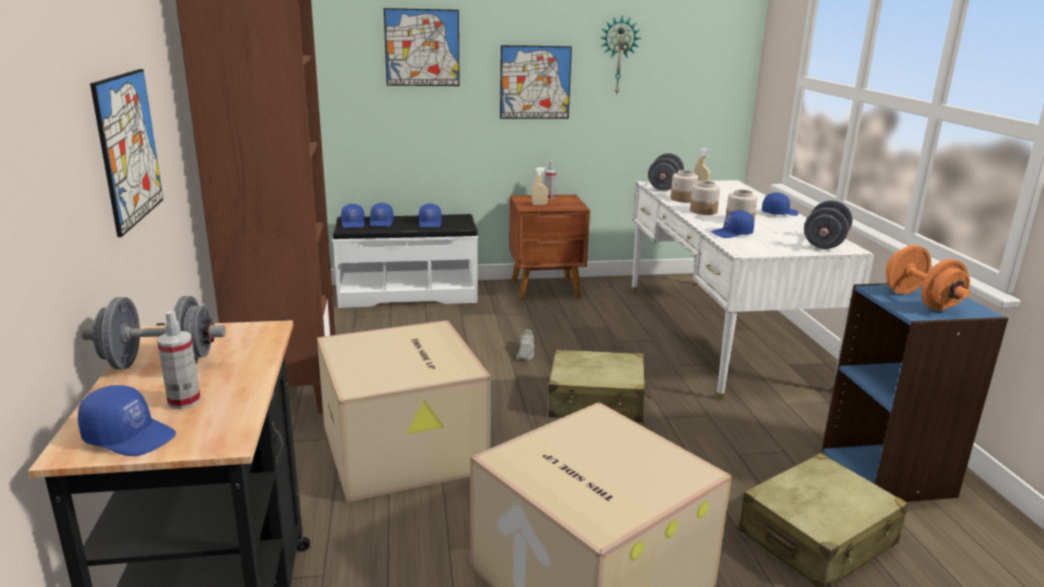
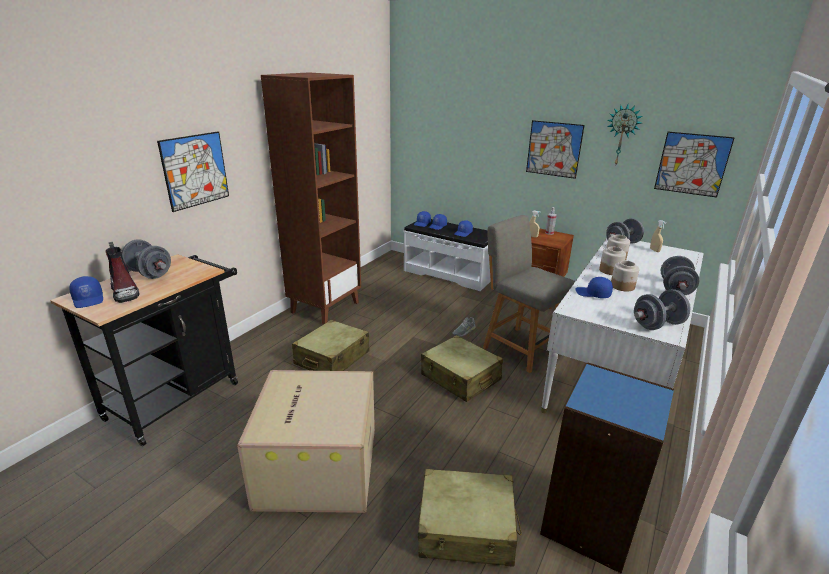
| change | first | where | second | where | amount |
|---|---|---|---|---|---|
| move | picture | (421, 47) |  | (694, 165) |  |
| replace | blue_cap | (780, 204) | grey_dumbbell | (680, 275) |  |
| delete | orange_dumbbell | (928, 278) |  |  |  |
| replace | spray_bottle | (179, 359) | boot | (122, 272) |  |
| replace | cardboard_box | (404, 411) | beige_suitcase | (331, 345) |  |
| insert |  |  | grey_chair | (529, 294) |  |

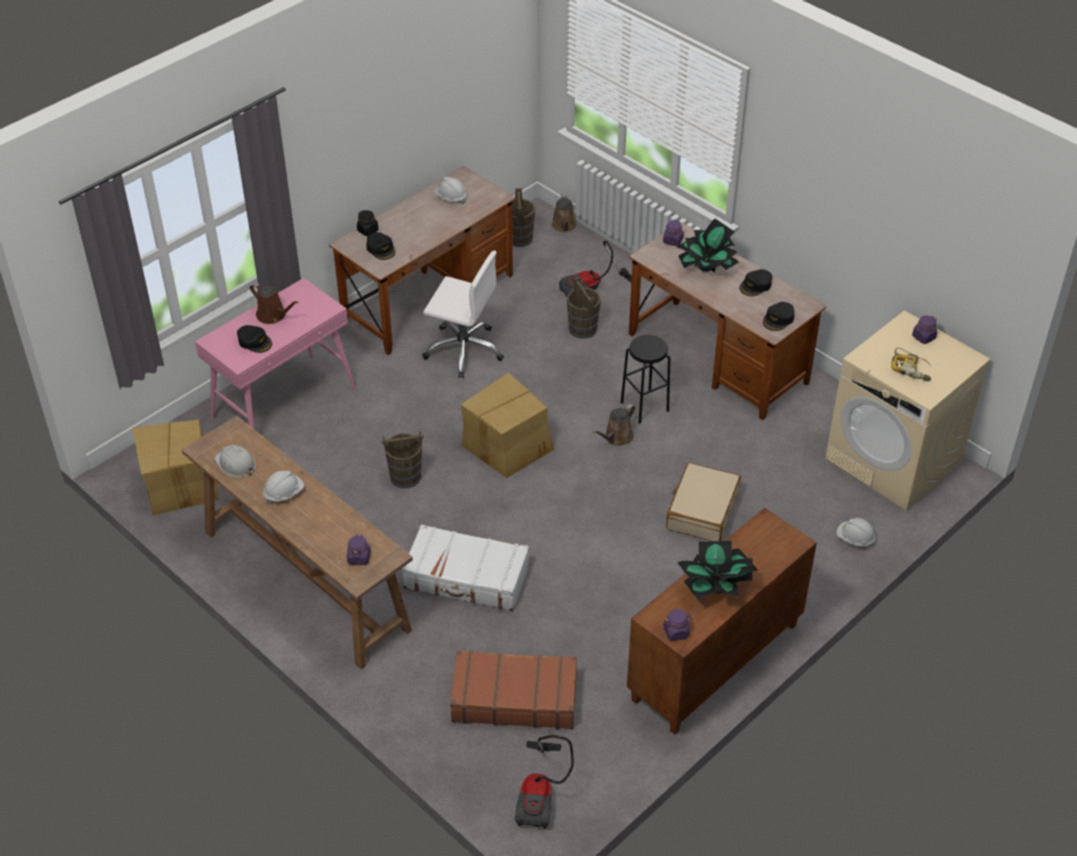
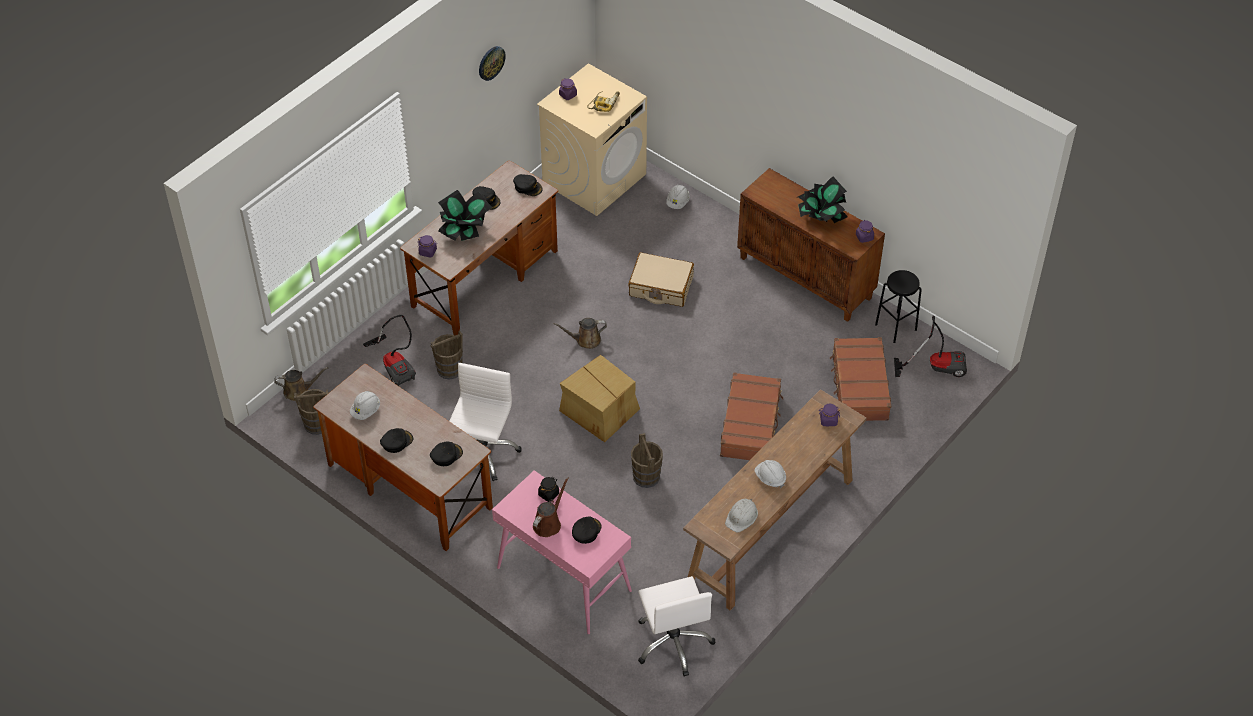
| change | first | where | second | where | amount |
|---|---|---|---|---|---|
| move | black_jar | (367, 223) |  | (548, 489) |  |
| move | black_stool | (646, 379) |  | (898, 306) |  |
| rotate | brown_watering_can | (614, 425) |  | (580, 333) | 135 degrees clockwise |
| replace | cardboard_box | (175, 467) | white_office_chair | (676, 626) |  |
| recolor | white_suitcase | (465, 567) | brown_suitcase | (751, 416) |  |
| insert |  |  | wall_clock | (492, 63) |  |
| insert |  |  | black_cap | (396, 440) |  |

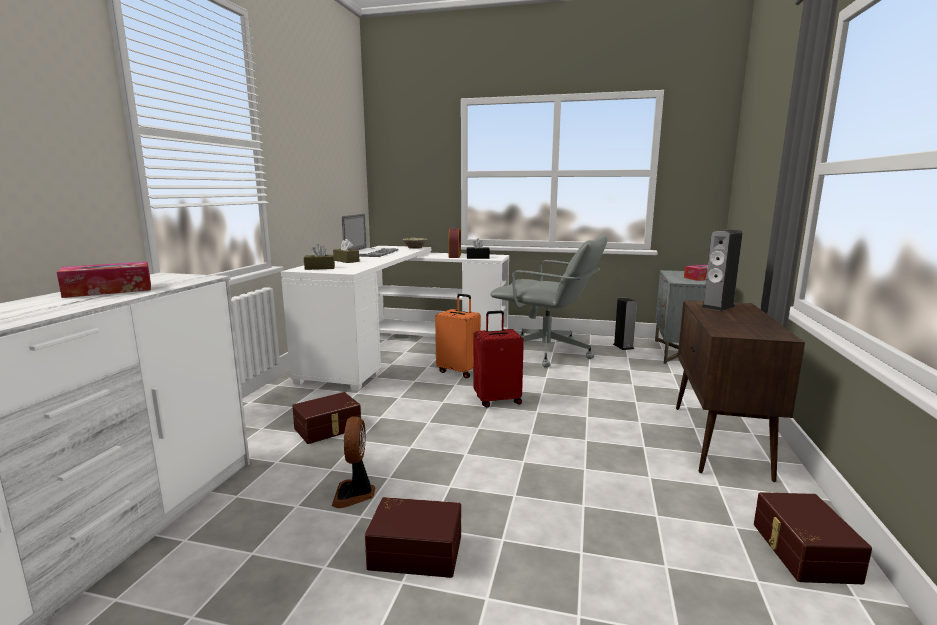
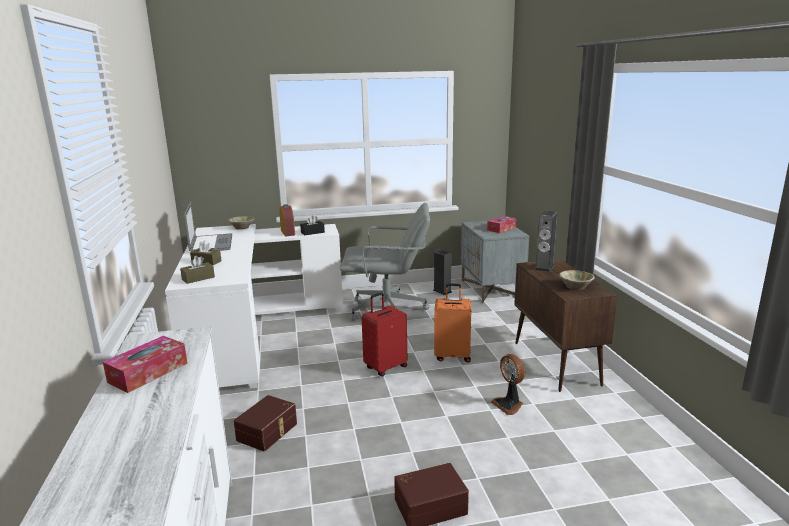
| change | first | where | second | where | amount |
|---|---|---|---|---|---|
| move | orange_suitcase | (458, 336) |  | (452, 322) |  |
| move | fan | (353, 462) |  | (508, 384) |  |
| delete | brown_storage_box | (813, 538) |  |  |  |
| insert |  |  | beige_bowl | (577, 280) |  |

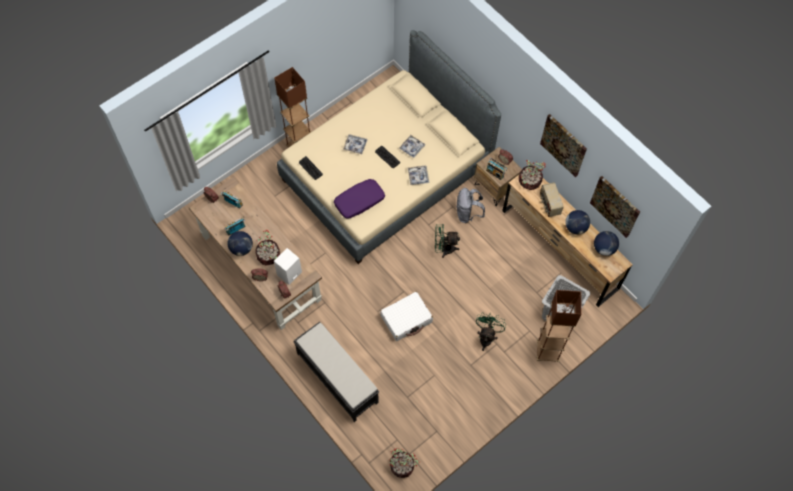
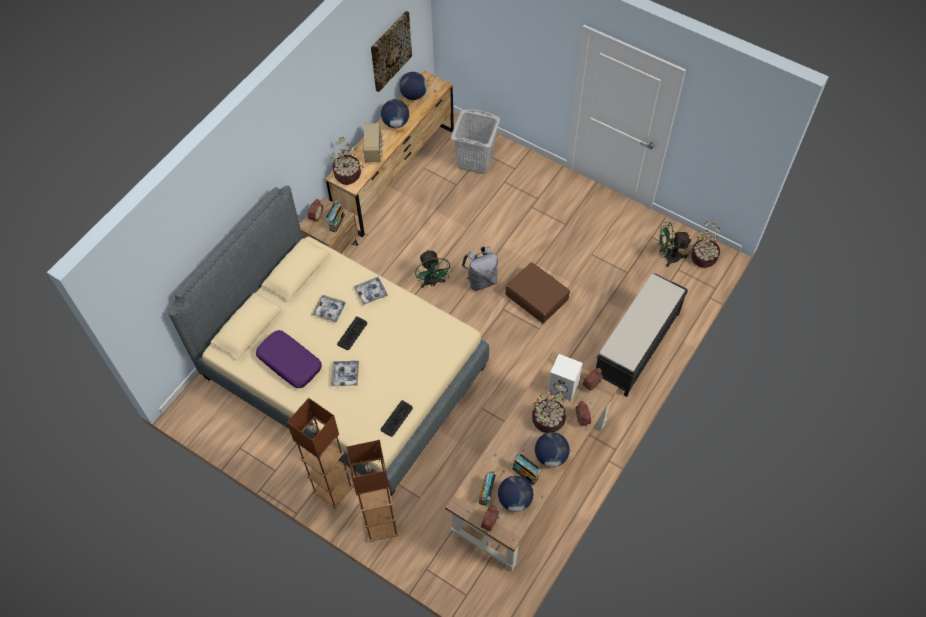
| change | first | where | second | where | amount |
|---|---|---|---|---|---|
| delete | picture | (563, 145) |  |  |  |
| move | purple_pillow | (359, 198) |  | (289, 359) |  |
| rotate | radio | (551, 199) |  | (373, 142) | 60 degrees counterclockwise |
| move | grey_backpack | (470, 205) |  | (479, 268) |  |
| move | brown_floor_lamp | (559, 326) |  | (372, 491) |  |
| recolor | white_suitcase | (406, 316) | brown_suitcase | (538, 292) |  |
| move | green_fan | (491, 331) |  | (674, 244) |  |
| insert |  |  | globe | (515, 494) |  |

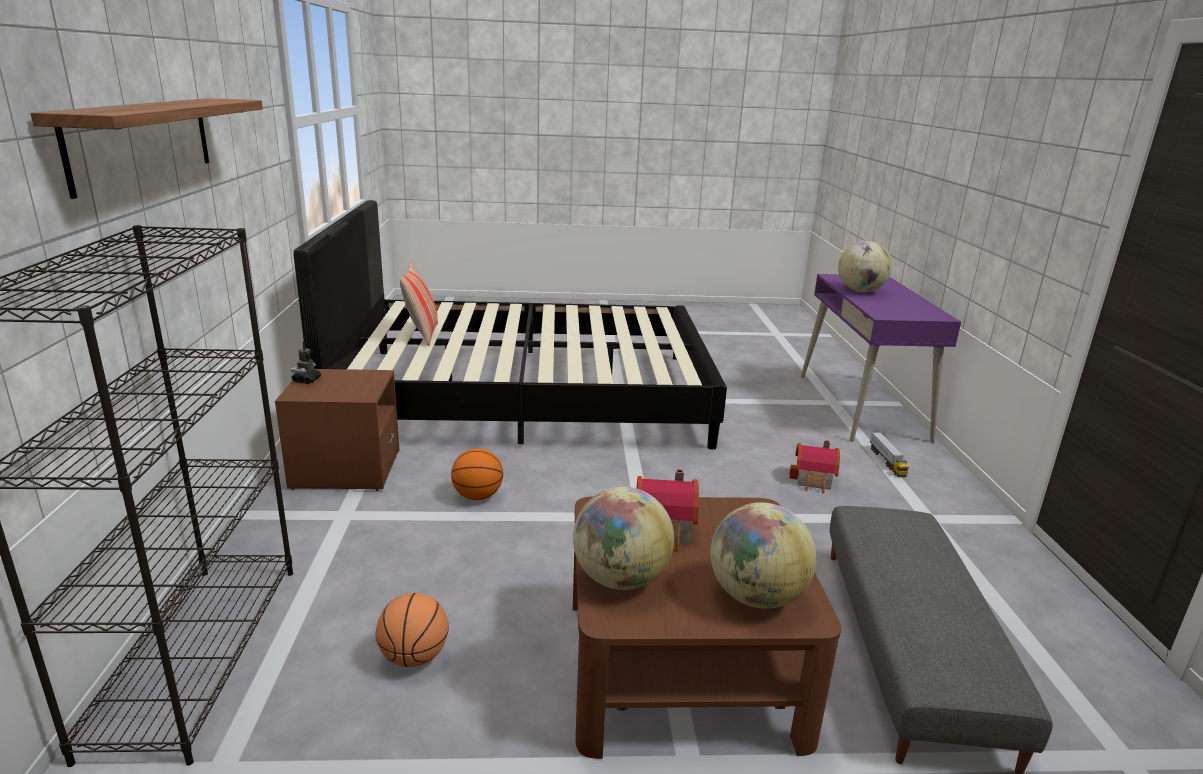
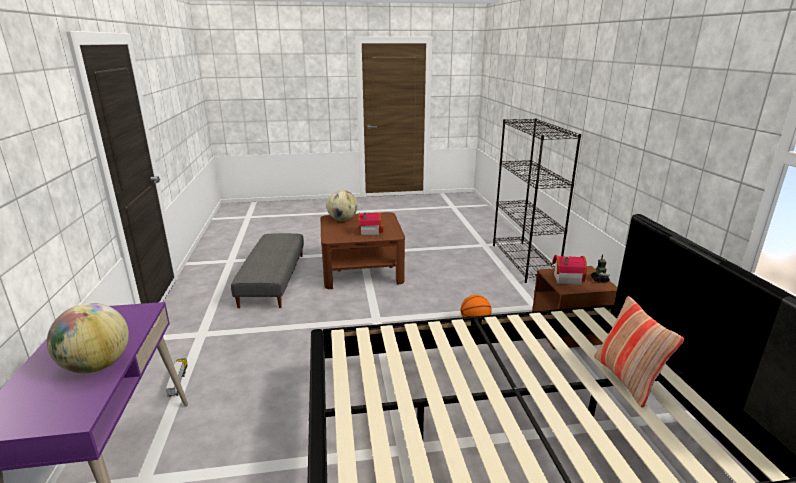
| change | first | where | second | where | amount |
|---|---|---|---|---|---|
| delete | shelf | (147, 148) |  |  |  |
| move | toy_house | (814, 467) |  | (569, 270) |  |
| delete | globe | (623, 538) |  |  |  |
| delete | basketball | (412, 630) |  |  |  |

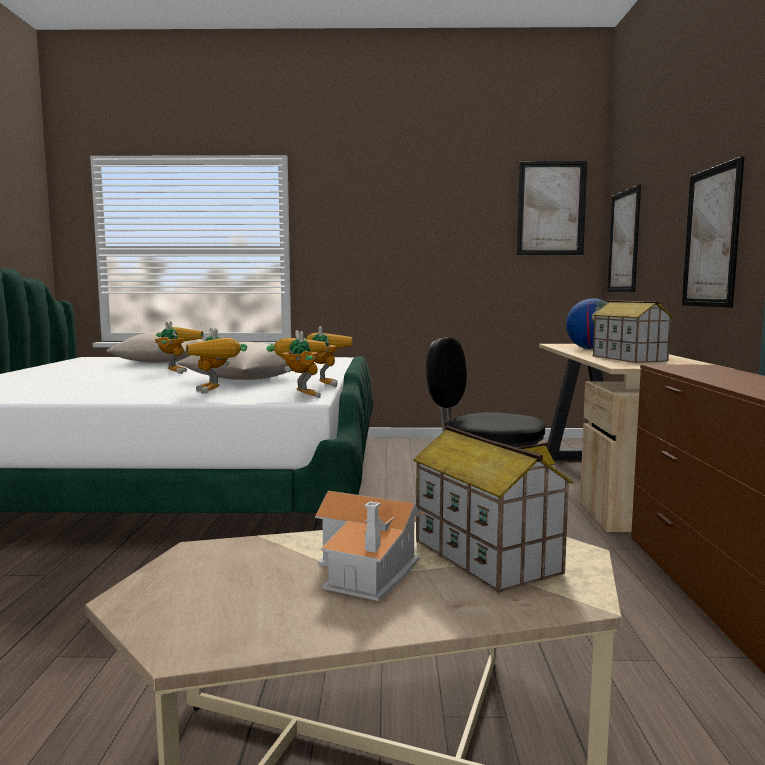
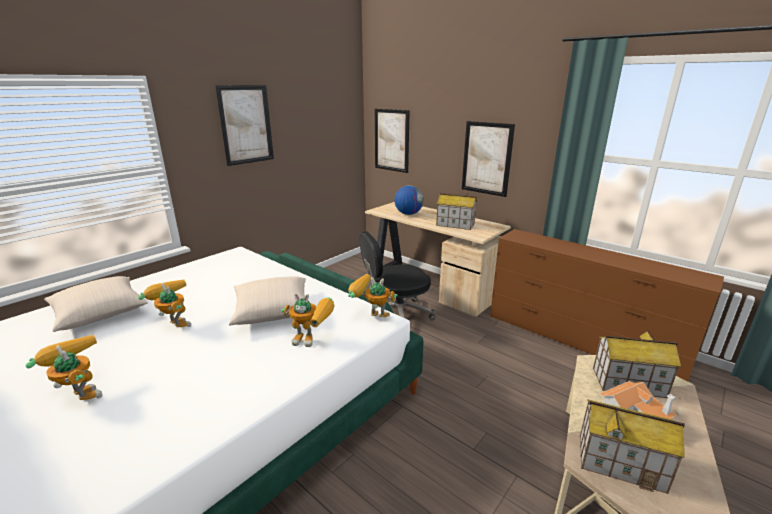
| change | first | where | second | where | amount |
|---|---|---|---|---|---|
| move | picture | (552, 208) |  | (244, 125) |  |
| move | toy_robot | (328, 356) |  | (64, 367) |  |
| insert |  |  | toy_house | (632, 446) |  |

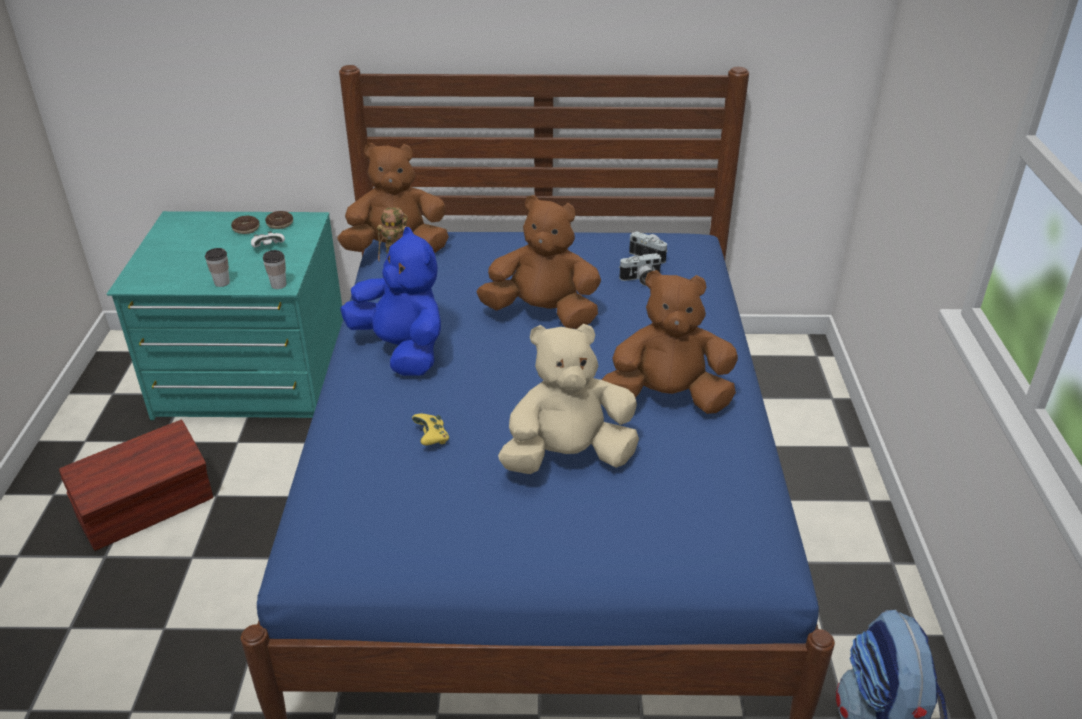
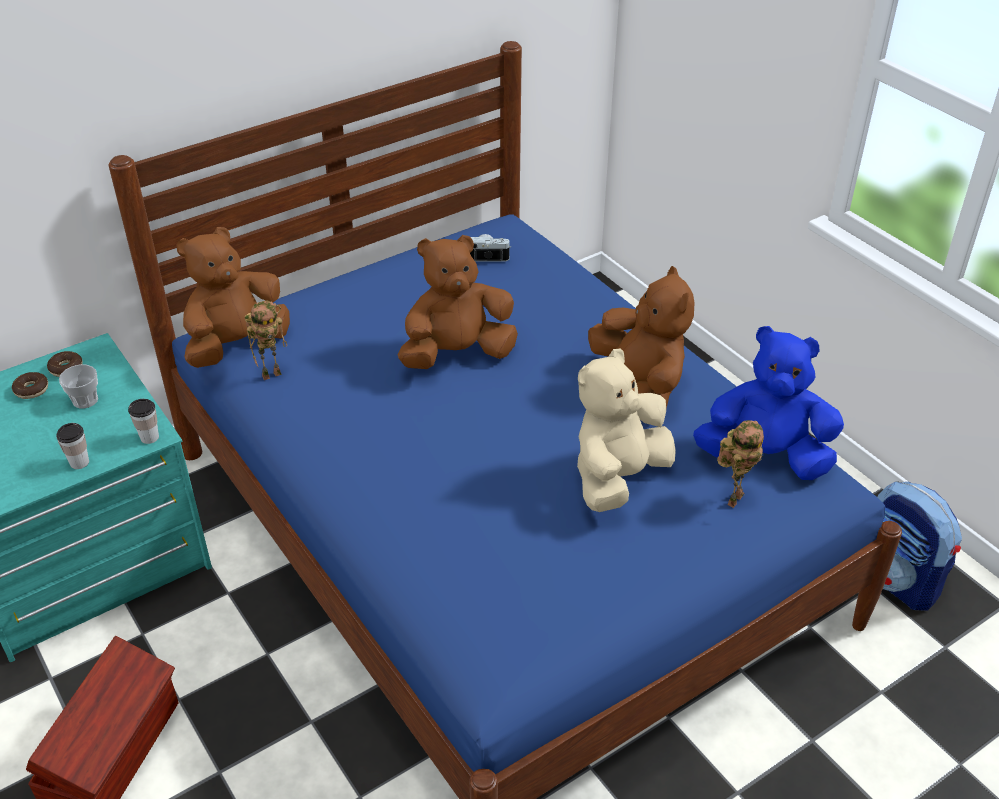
| change | first | where | second | where | amount |
|---|---|---|---|---|---|
| move | blue_plush_toy | (390, 301) |  | (768, 403) |  |
| replace | white_game_controller | (268, 239) | cup | (78, 386) |  |
| delete | photo_camera | (640, 269) |  |  |  |
| rotate | brown_plush_toy | (669, 342) |  | (641, 337) | 105 degrees clockwise |
| delete | yellow_game_controller | (430, 429) |  |  |  |
| insert |  |  | toy_robot | (740, 464) |  |

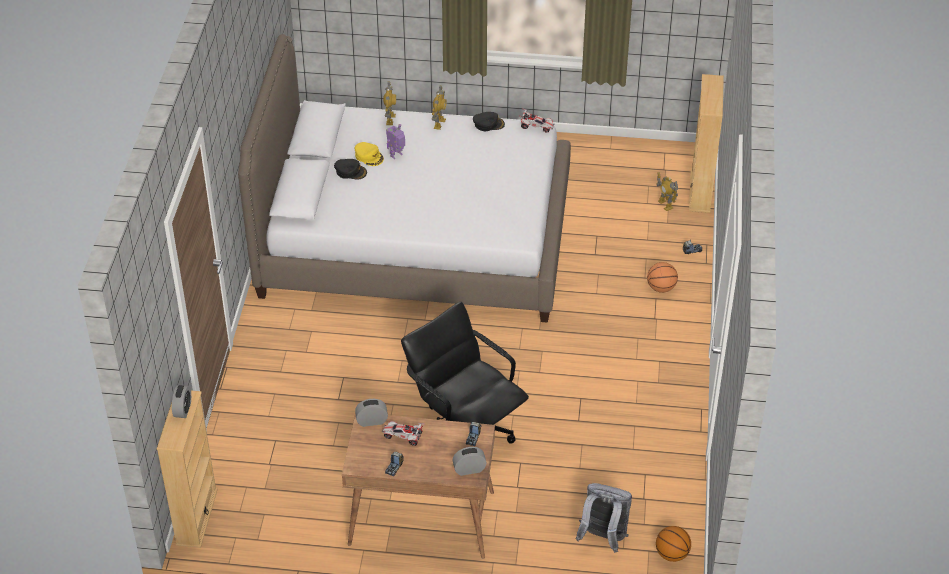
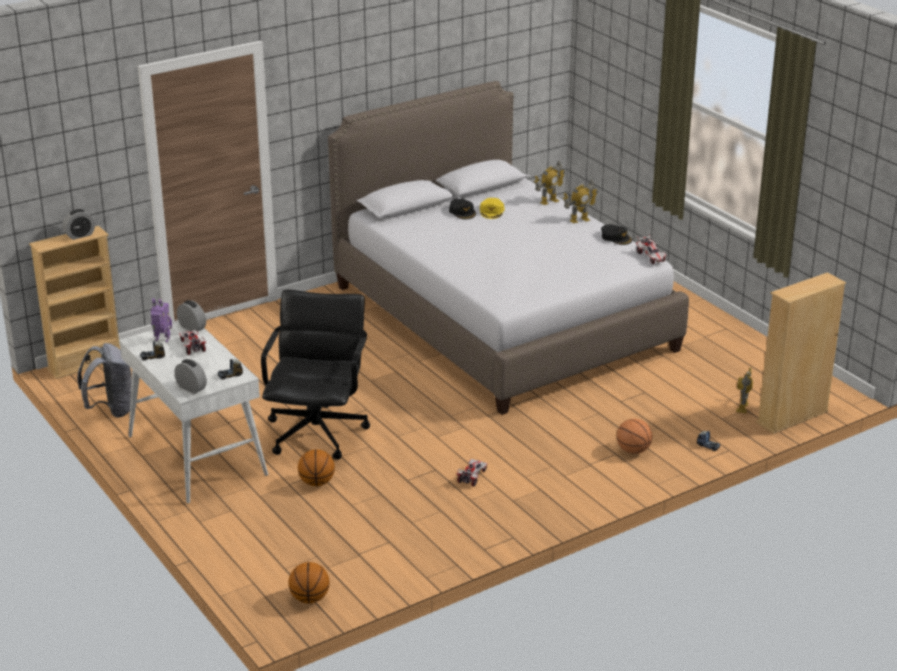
| change | first | where | second | where | amount |
|---|---|---|---|---|---|
| move | toy_robot | (395, 141) |  | (161, 320) |  |
| recolor | brown_desk | (418, 486) | white_desk | (193, 413) |  |
| move | grey_backpack | (604, 518) |  | (104, 380) |  |
| insert |  |  | basketball | (316, 467) |  |
| insert |  |  | toy_car | (472, 473) |  |

